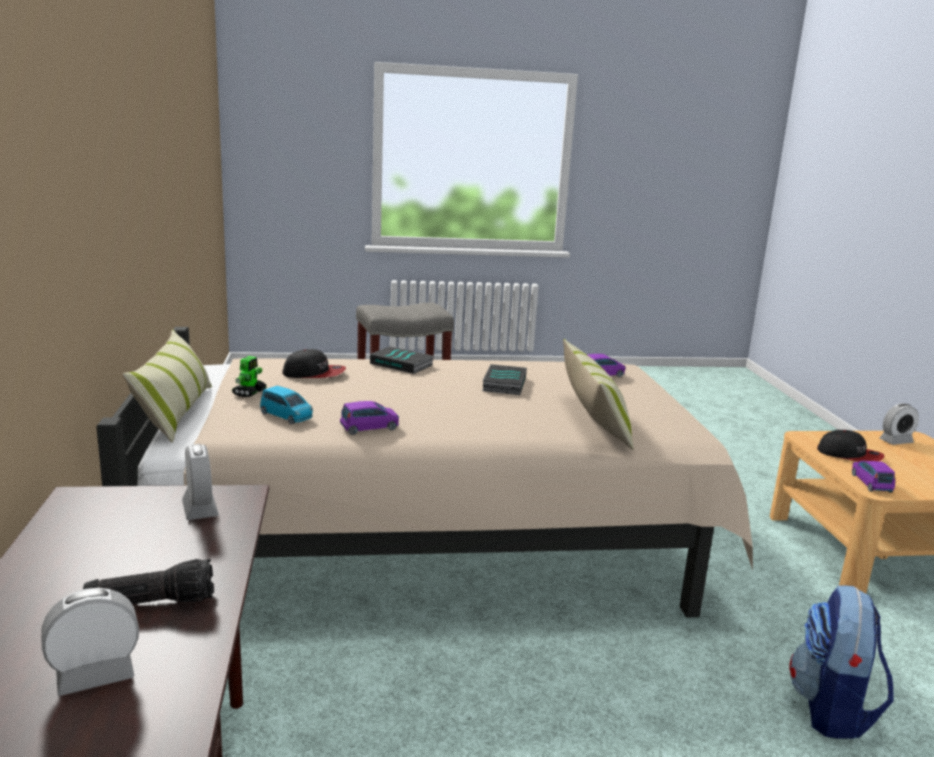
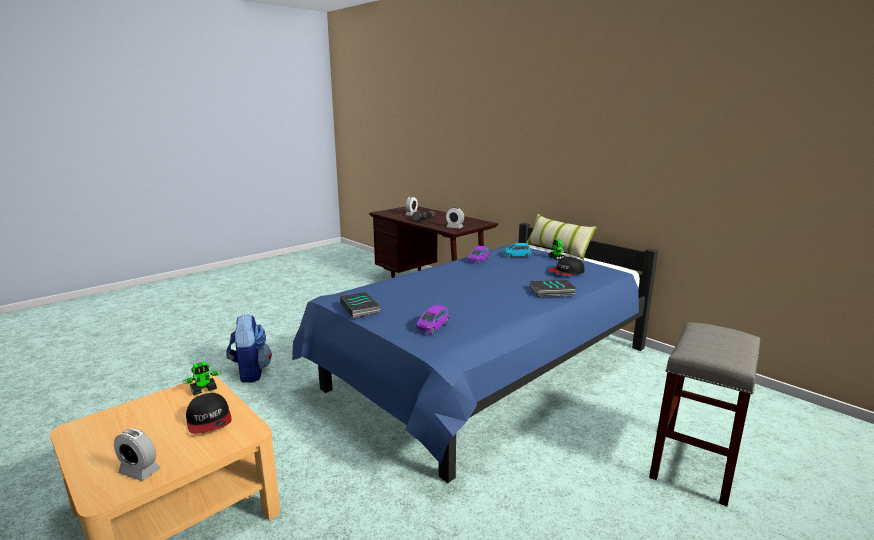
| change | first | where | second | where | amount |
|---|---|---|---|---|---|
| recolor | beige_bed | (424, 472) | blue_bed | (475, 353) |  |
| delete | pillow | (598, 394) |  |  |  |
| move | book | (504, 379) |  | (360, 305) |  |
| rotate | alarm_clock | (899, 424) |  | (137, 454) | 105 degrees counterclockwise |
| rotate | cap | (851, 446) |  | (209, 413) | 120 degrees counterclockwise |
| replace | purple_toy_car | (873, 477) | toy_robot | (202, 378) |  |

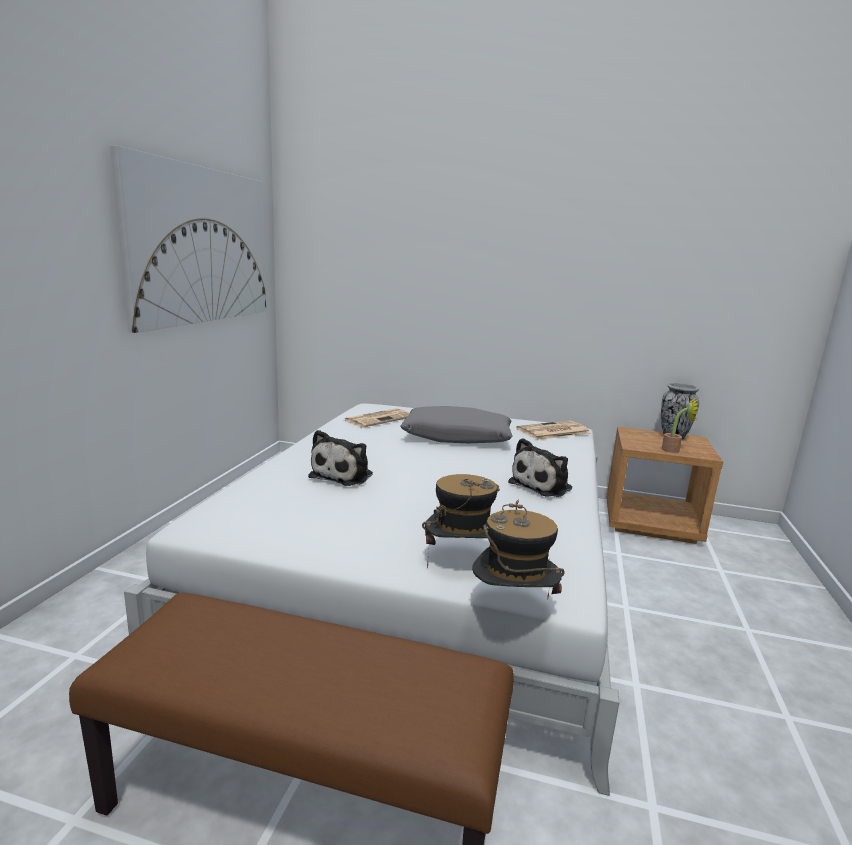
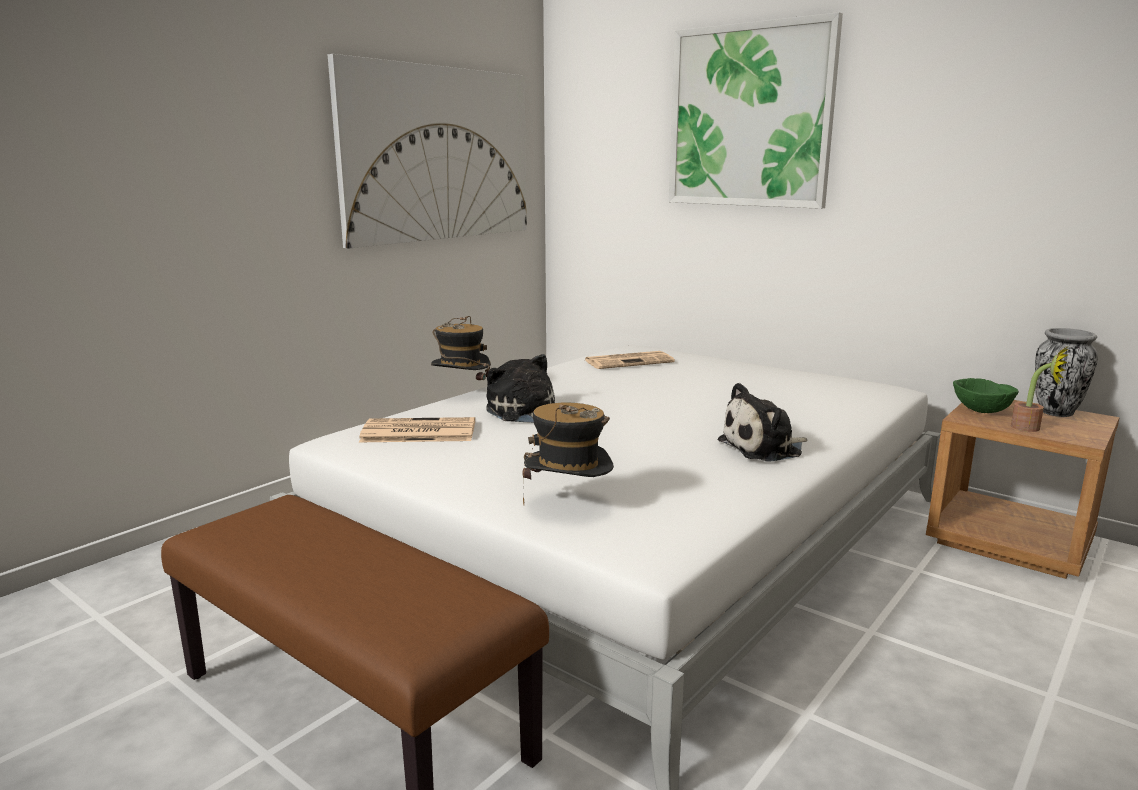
| change | first | where | second | where | amount |
|---|---|---|---|---|---|
| delete | grey_pillow | (456, 424) |  |  |  |
| move | newspaper | (553, 430) |  | (417, 429) |  |
| rotate | plush_toy | (340, 458) |  | (520, 388) | 105 degrees clockwise |
| move | hat | (518, 549) |  | (461, 348) |  |
| insert |  |  | picture | (756, 110) |  |
| insert |  |  | green_bowl | (986, 395) |  |

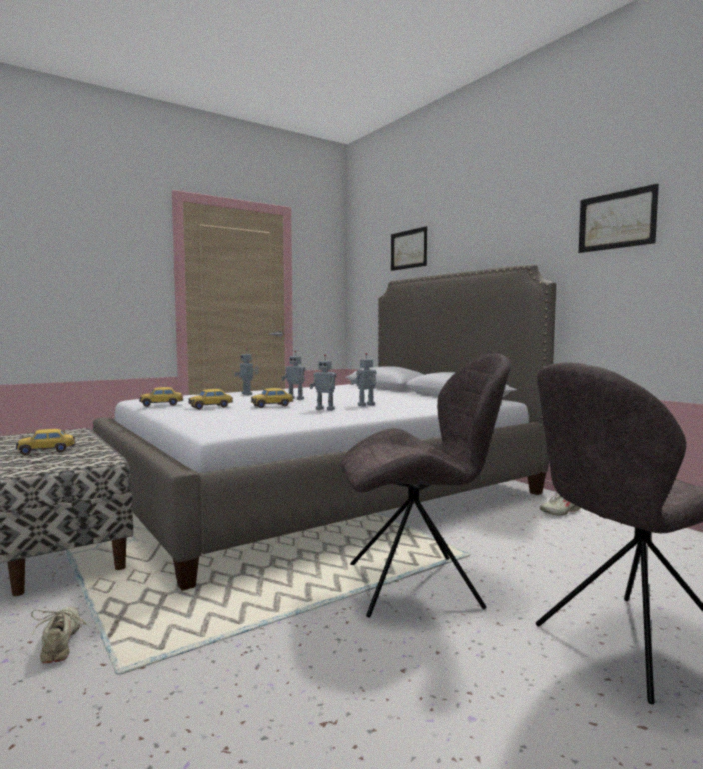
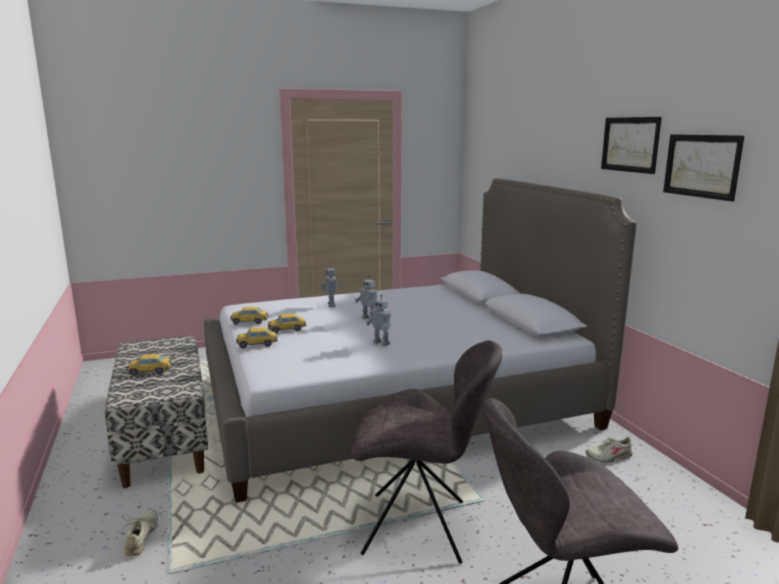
| change | first | where | second | where | amount |
|---|---|---|---|---|---|
| move | picture | (409, 248) |  | (631, 145) |  |
| delete | toy_robot | (363, 379) |  |  |  |
| move | toy_car | (272, 398) |  | (257, 337) |  |

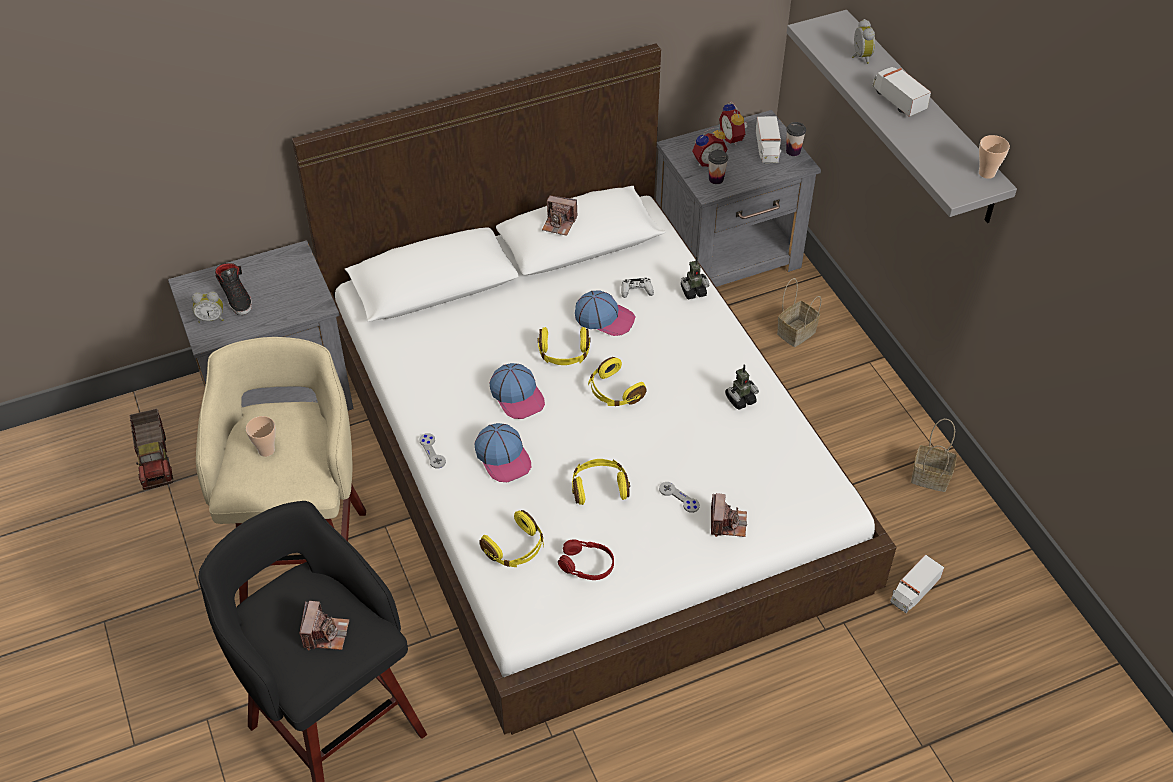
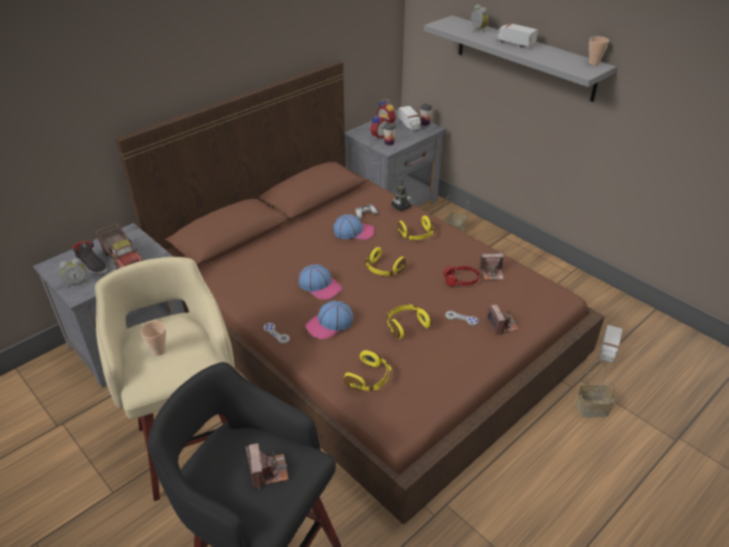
| change | first | where | second | where | amount |
|---|---|---|---|---|---|
| recolor | white_bed | (594, 389) | brown_bed | (360, 292) |  |
| move | photo_camera | (560, 215) |  | (492, 266) |  |
| move | yellow_headphones | (564, 346) |  | (415, 228) |  |
| delete | toy_robot | (742, 387) |  |  |  |
| move | toy_truck | (151, 449) |  | (119, 246) |  |
| move | basket | (934, 455) |  | (595, 388) |  |
| rotate | cap | (503, 452) |  | (329, 319) | 105 degrees clockwise |
| move | red_headphones | (586, 559) |  | (461, 276) |  |

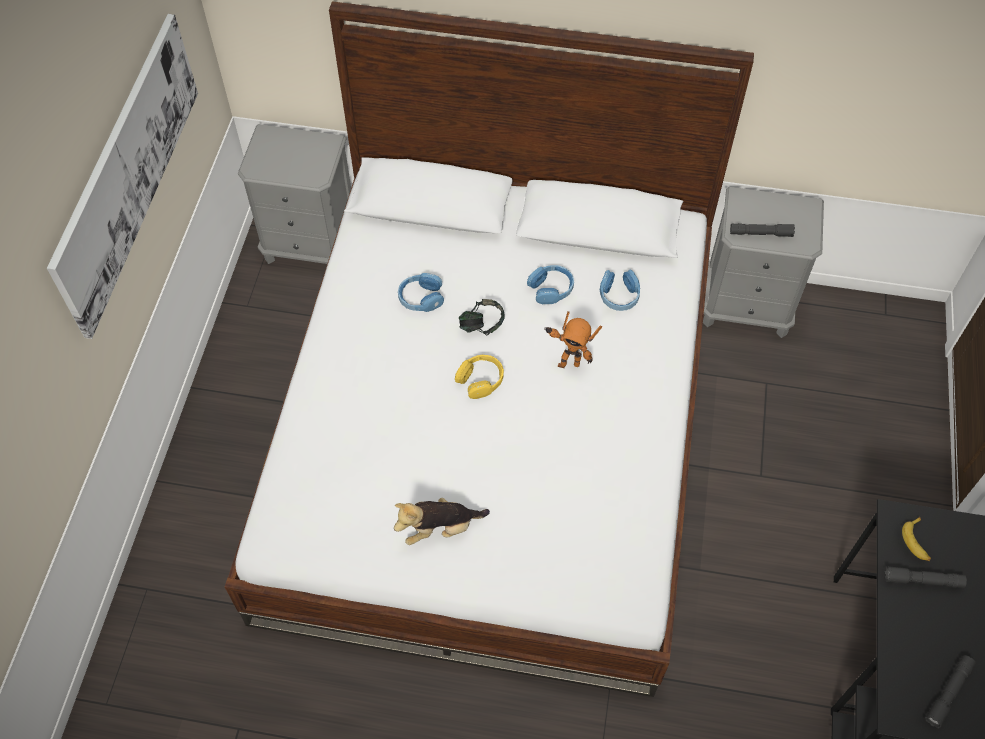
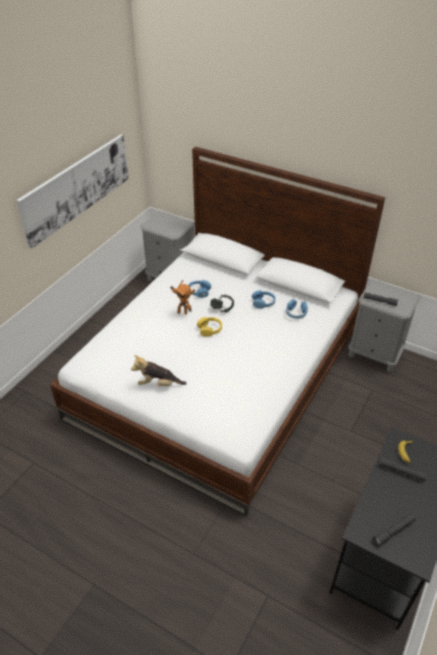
| change | first | where | second | where | amount |
|---|---|---|---|---|---|
| move | toy_robot | (573, 339) |  | (182, 297) |  |

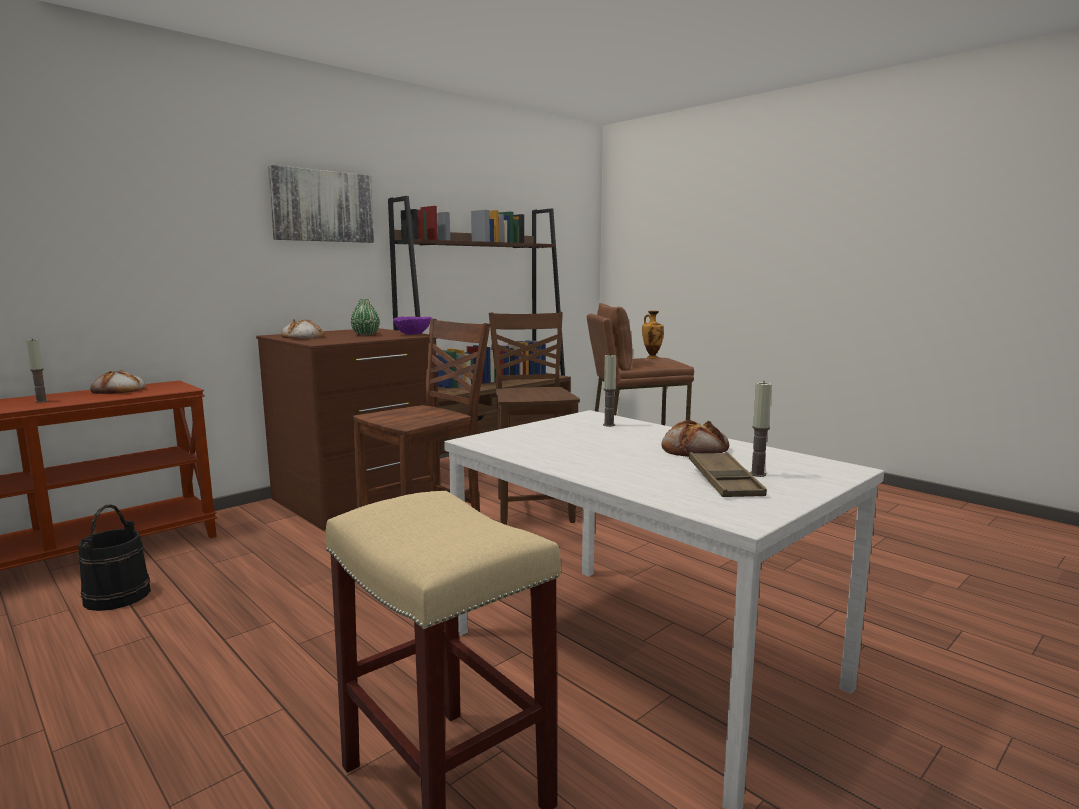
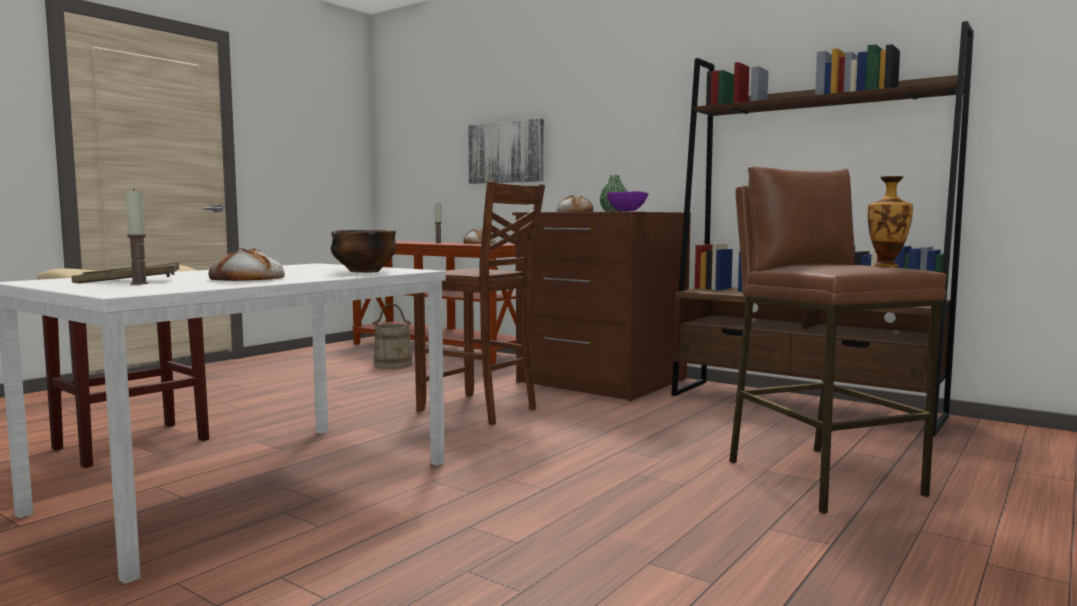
| change | first | where | second | where | amount |
|---|---|---|---|---|---|
| move | picture | (321, 204) |  | (506, 151) |  |
| delete | brown_chair | (534, 418) |  |  |  |
| replace | candle | (609, 390) | bowl | (364, 251) |  |
| recolor | black_bucket | (114, 558) | beige_bucket | (392, 336) |  |

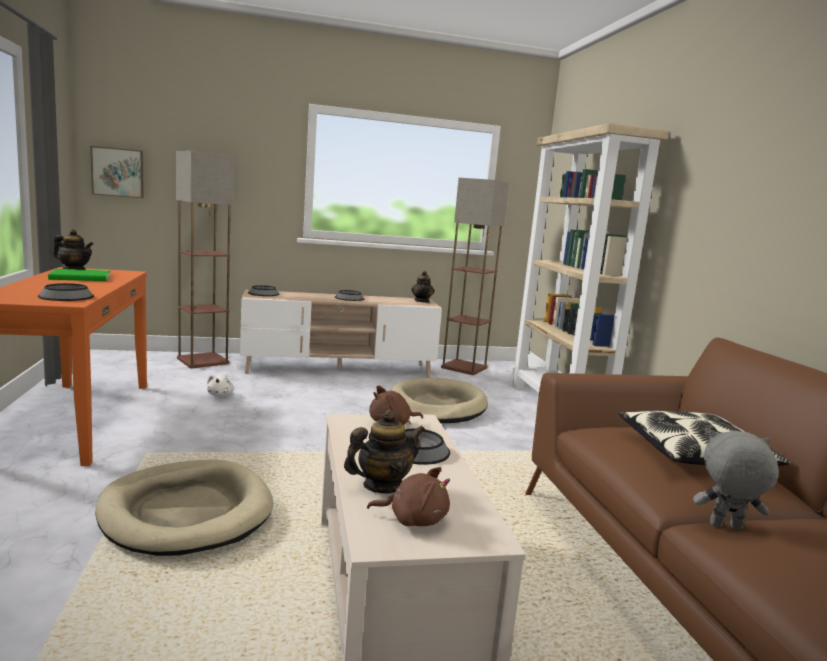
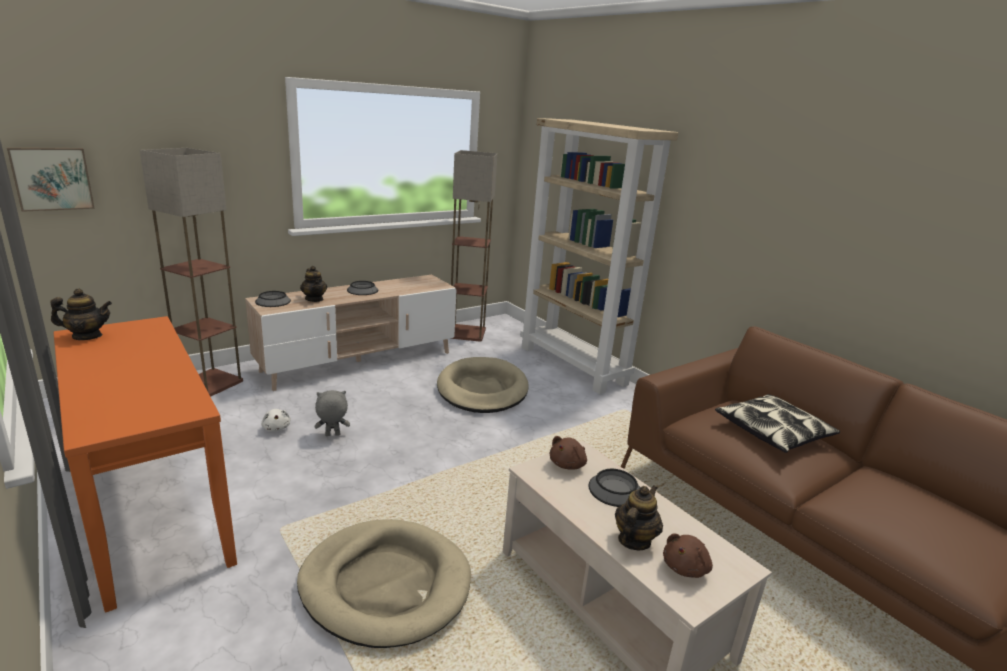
| change | first | where | second | where | amount |
|---|---|---|---|---|---|
| delete | green_book | (79, 275) |  |  |  |
| move | teapot | (422, 287) |  | (313, 284) |  |
| delete | bowl | (66, 292) |  |  |  |
| move | grey_plush_toy | (736, 480) |  | (332, 413) |  |
| rotate | brown_plush_toy | (408, 496) |  | (688, 555) | 150 degrees clockwise |

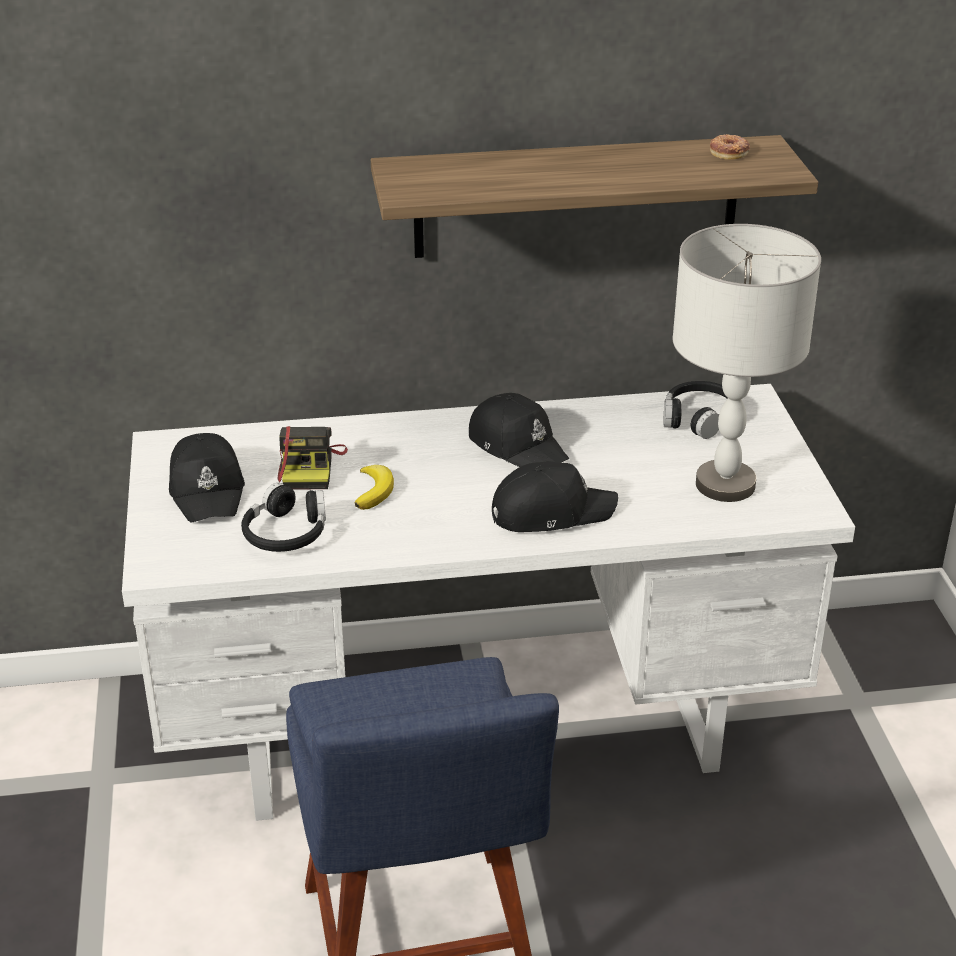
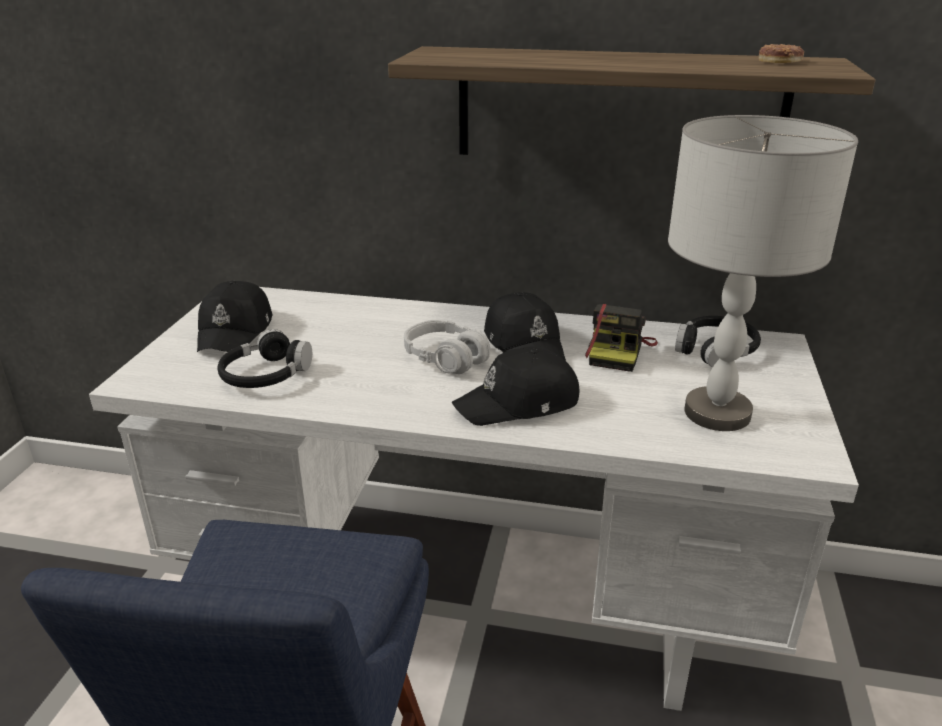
| change | first | where | second | where | amount |
|---|---|---|---|---|---|
| move | photo_camera | (312, 458) |  | (621, 338) |  |
| rotate | black_cap | (555, 496) |  | (515, 386) | 150 degrees clockwise |
| delete | banana | (374, 487) |  |  |  |
| insert |  |  | grey_headphones | (447, 347) |  |

